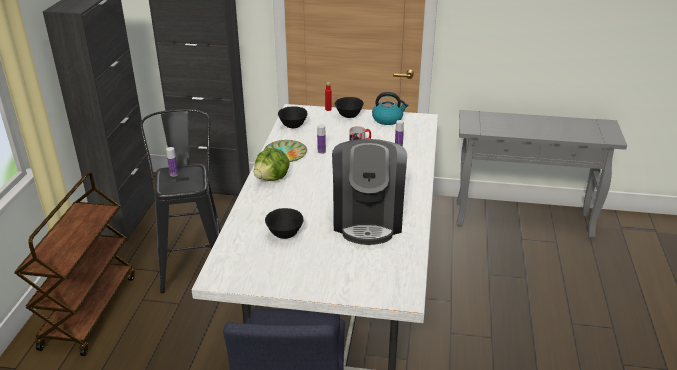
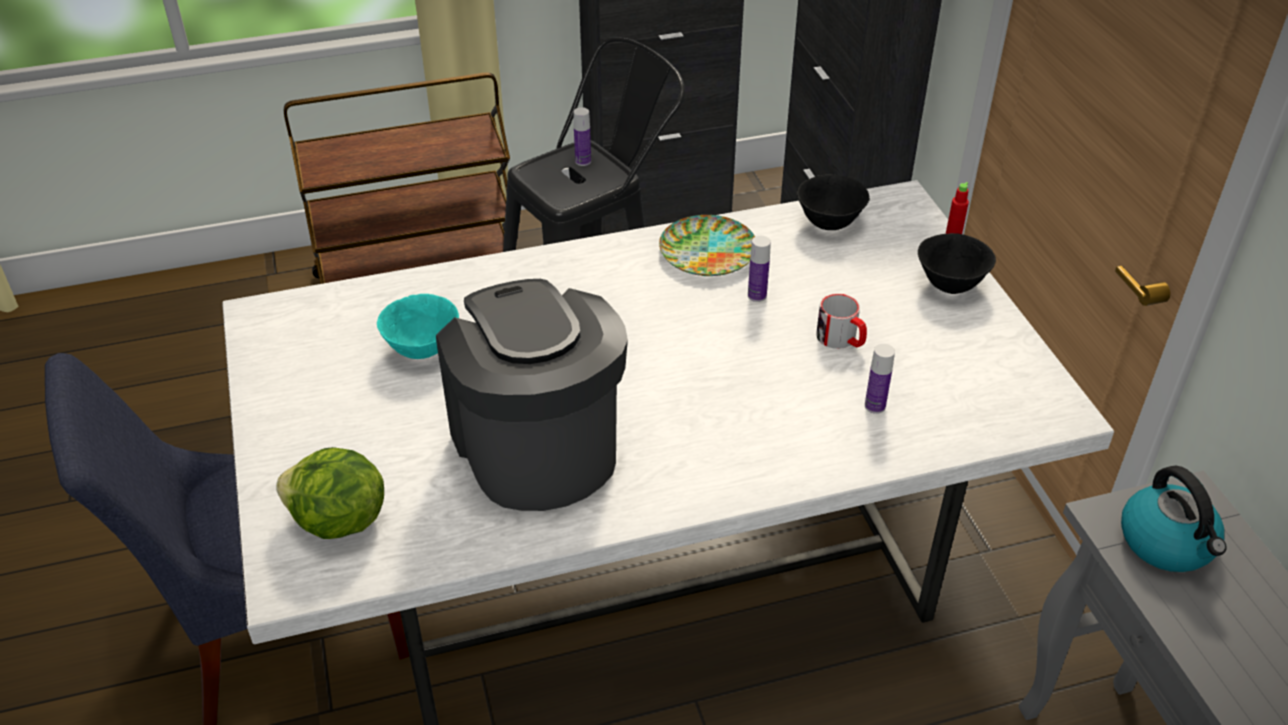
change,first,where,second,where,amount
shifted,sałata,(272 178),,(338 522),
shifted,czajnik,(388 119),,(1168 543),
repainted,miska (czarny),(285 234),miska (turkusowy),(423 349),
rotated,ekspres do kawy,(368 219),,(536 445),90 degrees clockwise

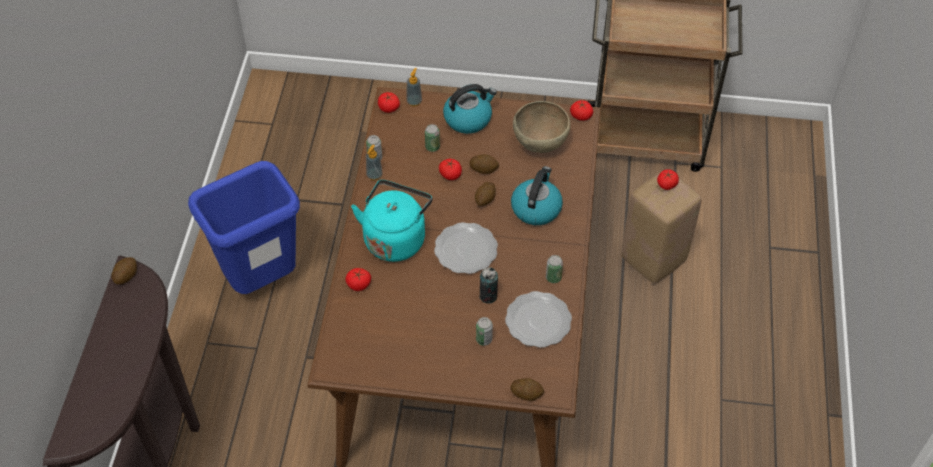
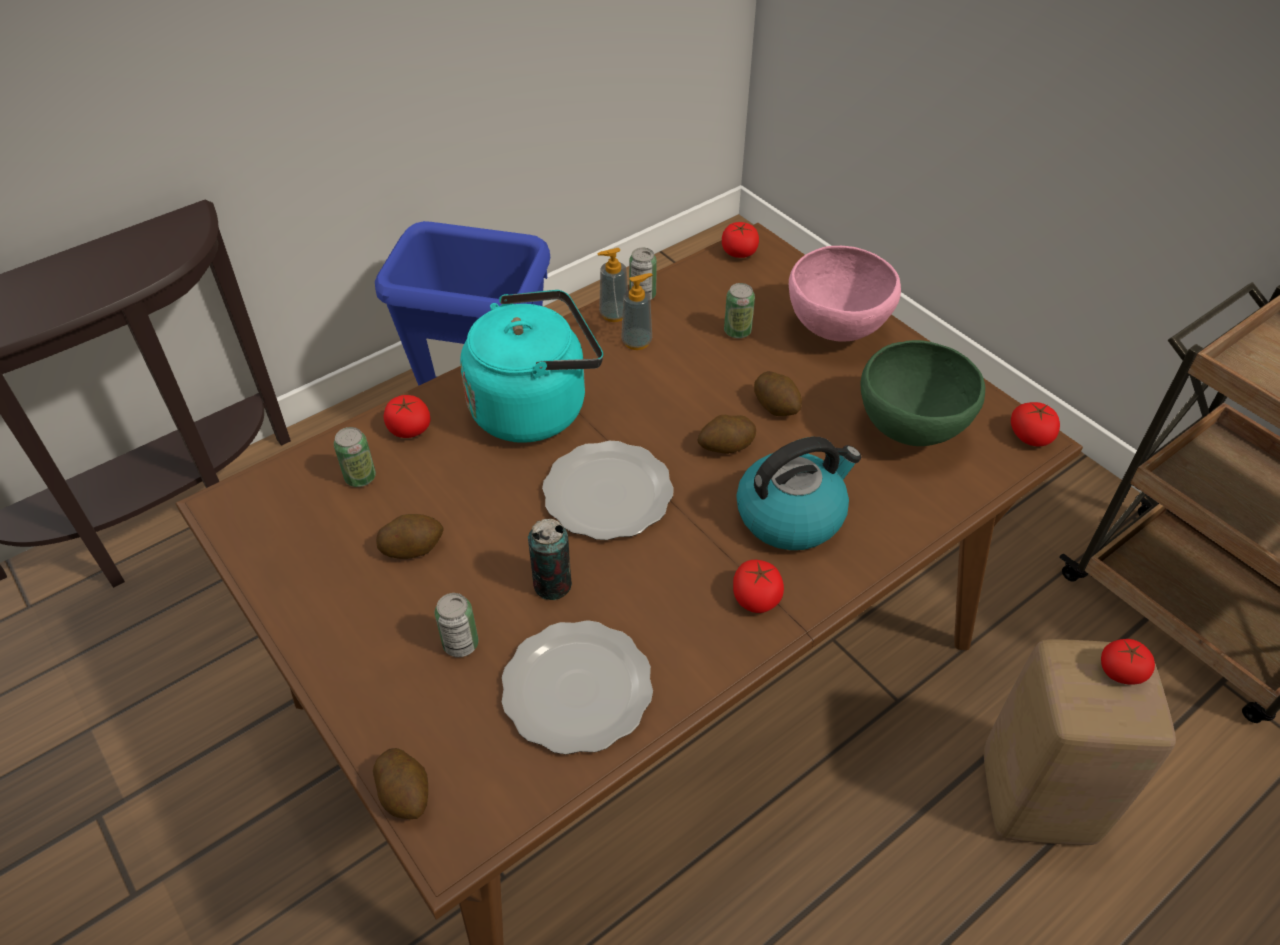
change,first,where,second,where,amount
shifted,ziemniak,(126 275),,(412 547),
shifted,dozownik mydła,(414 101),,(637 342),
shifted,pomidor,(450 174),,(756 597),
shifted,puszka,(553 277),,(360 477),
swapped,czajnik,(468 118),miska (różowy),(836 329),
repainted,miska (brązowy),(540 144),miska (zielony),(910 430),

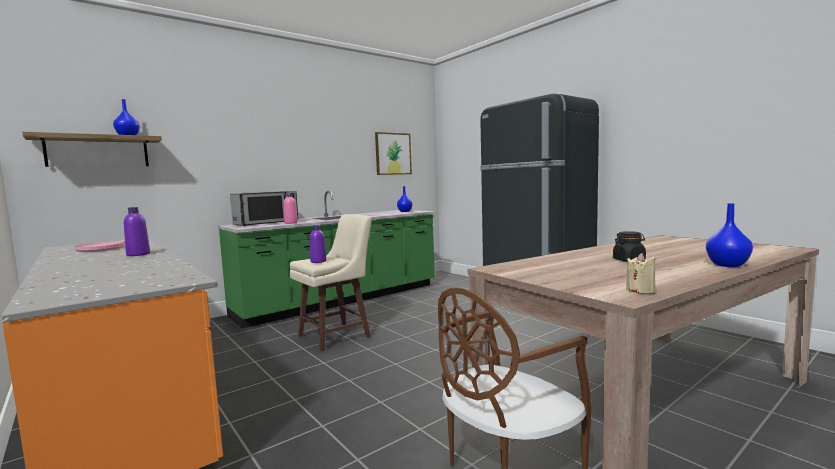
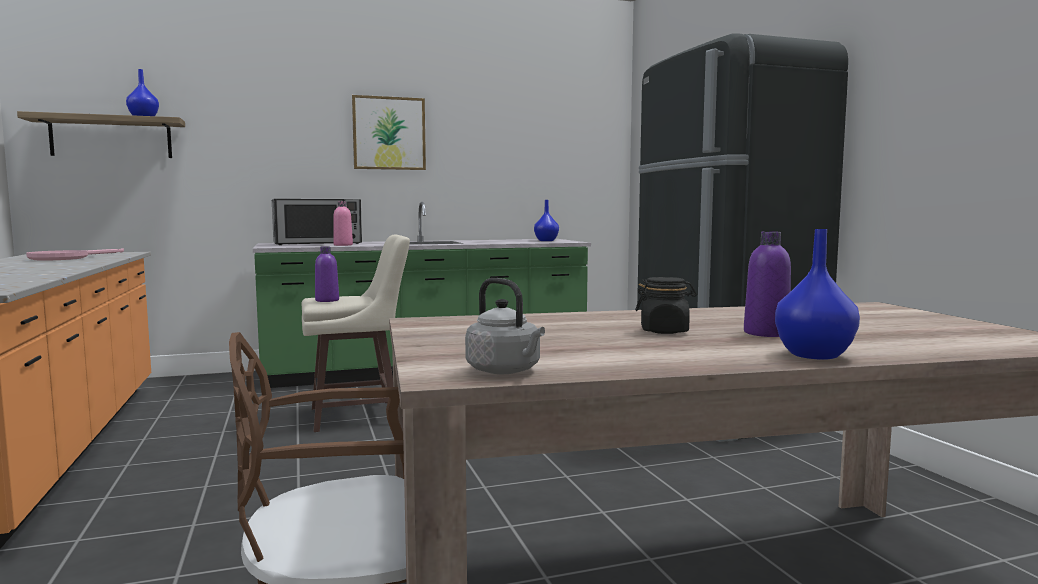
change,first,where,second,where,amount
shifted,butelka (fioletowy),(138 254),,(766 333),
shifted,obraz,(393 154),,(389 133),
swapped,świeca (beżowy),(640 290),czajnik (szary),(506 371),

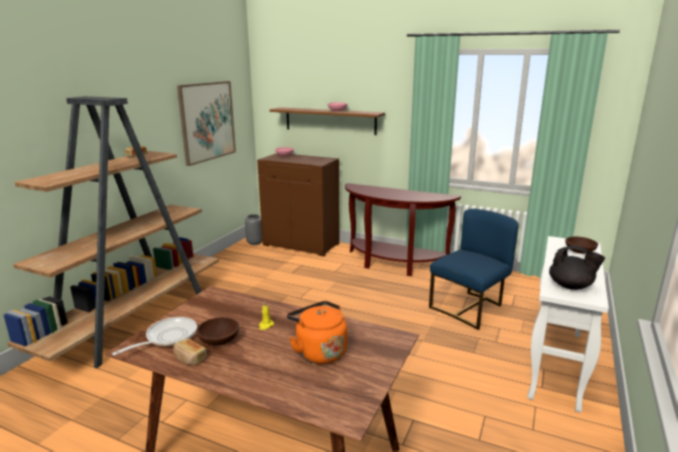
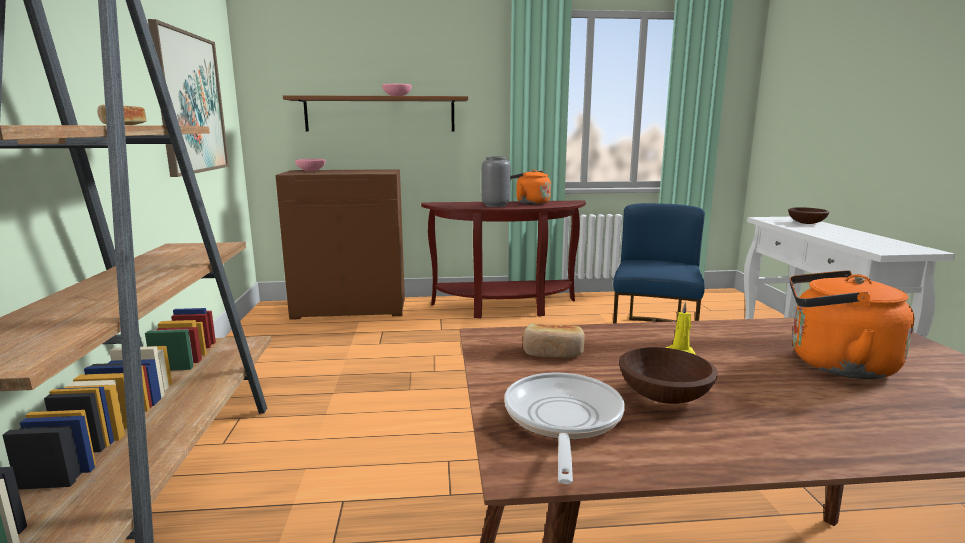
change,first,where,second,where,amount
gone,imbryk (czarny),(571 286),,,
new,,,czajnik (pomarańczowy),(530 203),
shifted,chleb,(189 358),,(553 353),
shifted,wazon (szary),(255 243),,(496 205),

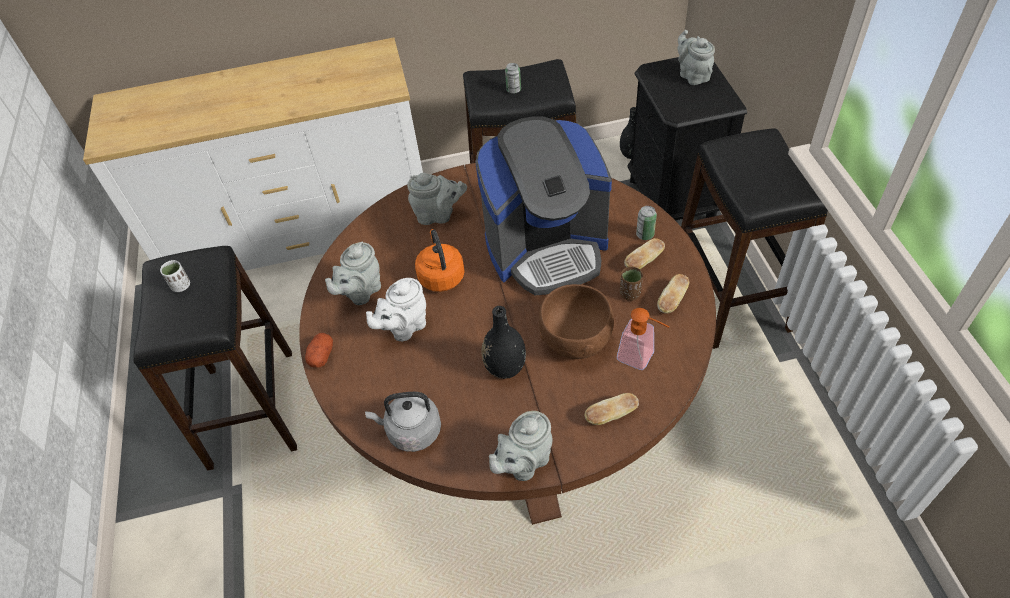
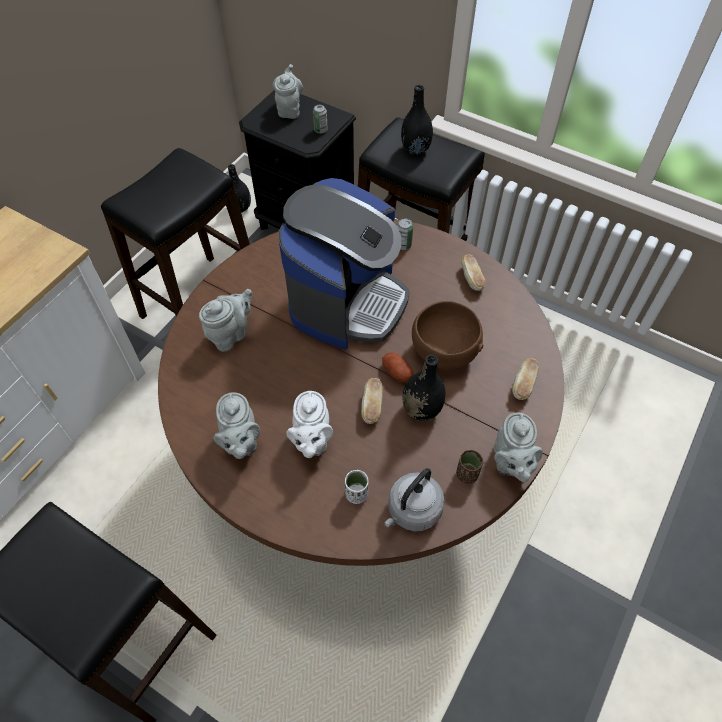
change,first,where,second,where,amount
gone,czajnik (pomarańczowy),(441 275),,,
gone,dozownik mydła,(641 358),,,
new,,,wazon (czarny),(415 149),
shifted,filiżanka (biały),(181 286),,(356 494),
shifted,ziemniak,(321 355),,(397 372),
shifted,puszka,(513 90),,(320 130),
shifted,filiżanka (brązowy),(630 294),,(467 474),
shifted,chleb,(644 261),,(372 406),
rotated,imbryk (szary),(692 75),,(289 109),75 degrees clockwise

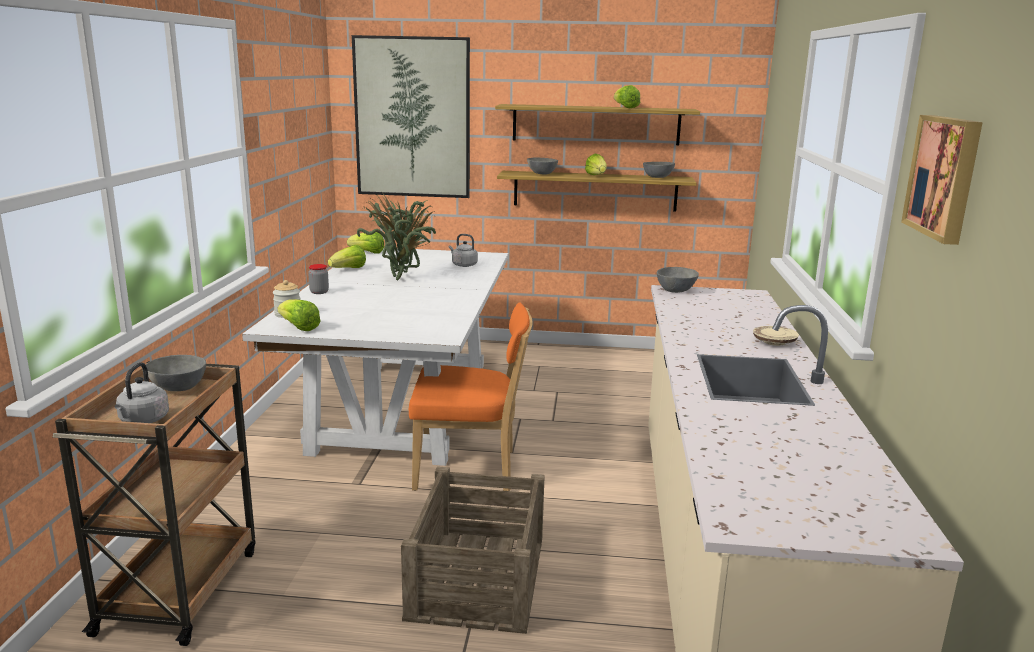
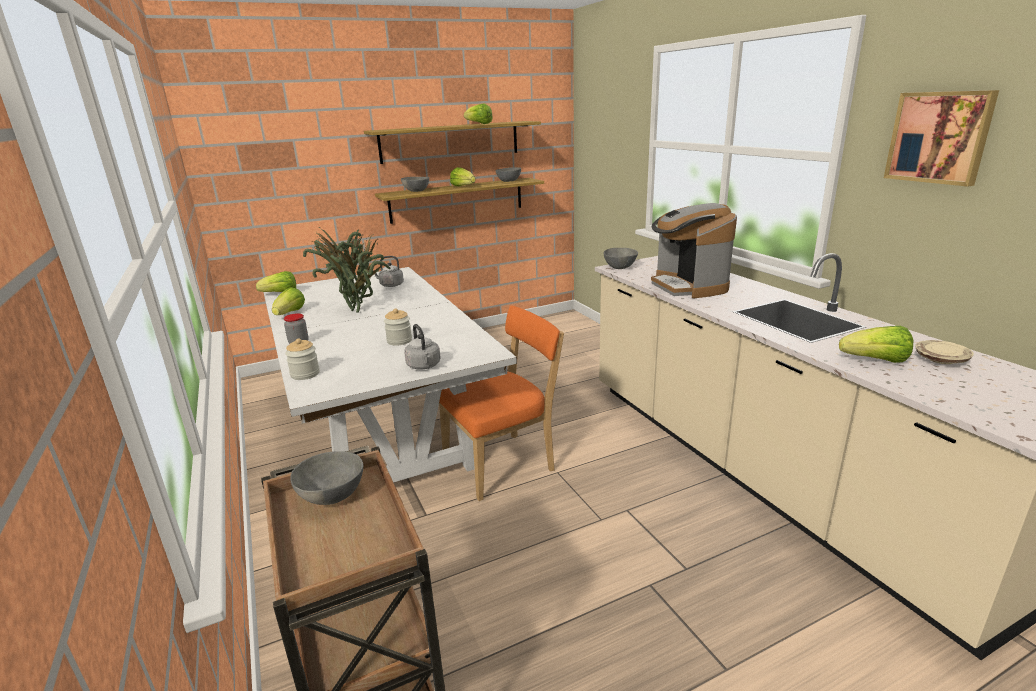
change,first,where,second,where,amount
gone,obraz,(412 118),,,
gone,skrzynka,(479 577),,,
new,,,słoik,(399 341),
new,,,ekspres do kawy,(688 286),
shifted,czajnik (szary),(143 421),,(424 366),
shifted,sałata,(299 327),,(876 361),
shifted,talerz (beżowy),(774 342),,(941 359),

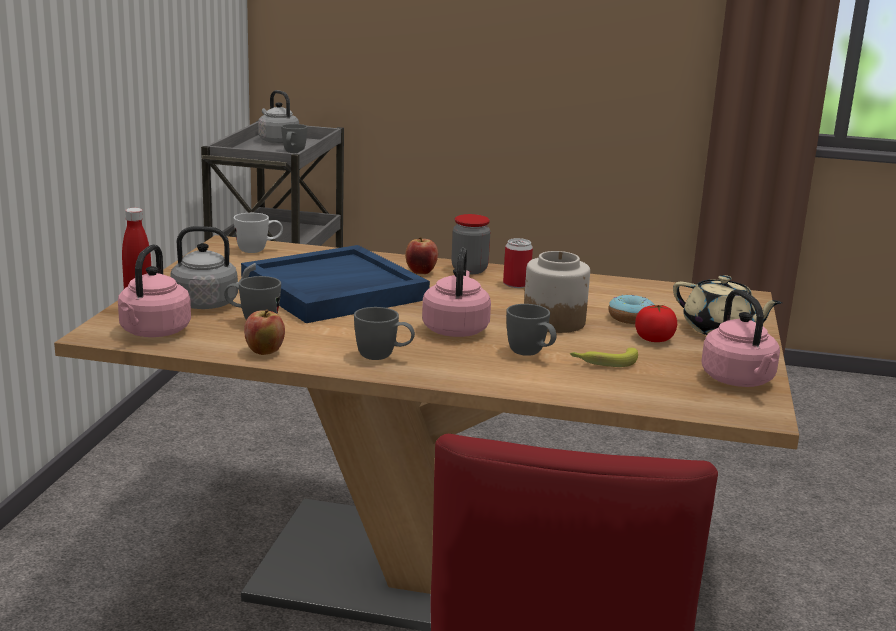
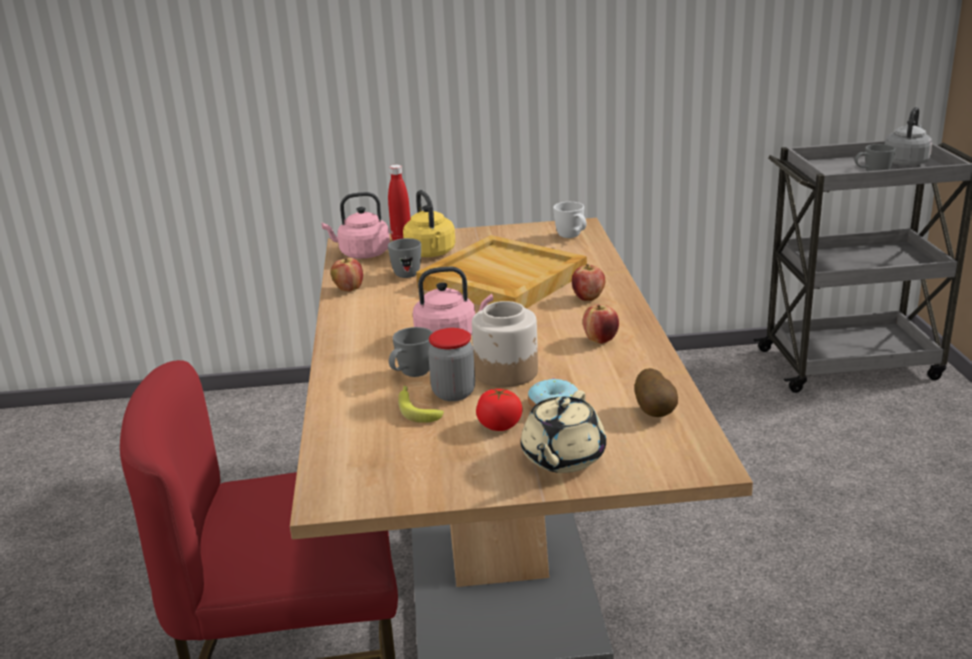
change,first,where,second,where,amount
gone,kubek (szary),(383 357),,,
gone,czajnik (różowy),(739 381),,,
new,,,ziemniak,(656 412),
shifted,słoik,(469 270),,(453 393),
swapped,puszka,(516 284),jabłko,(600 340),
repainted,czajnik (szary),(209 304),czajnik (żółty),(431 253),
repainted,taca (niebieski),(333 291),taca (beżowy),(501 280),

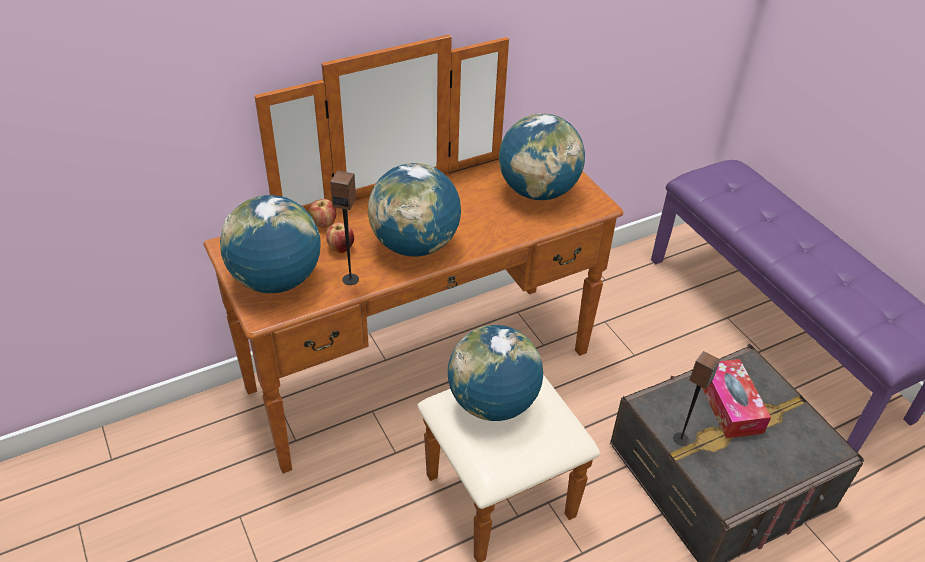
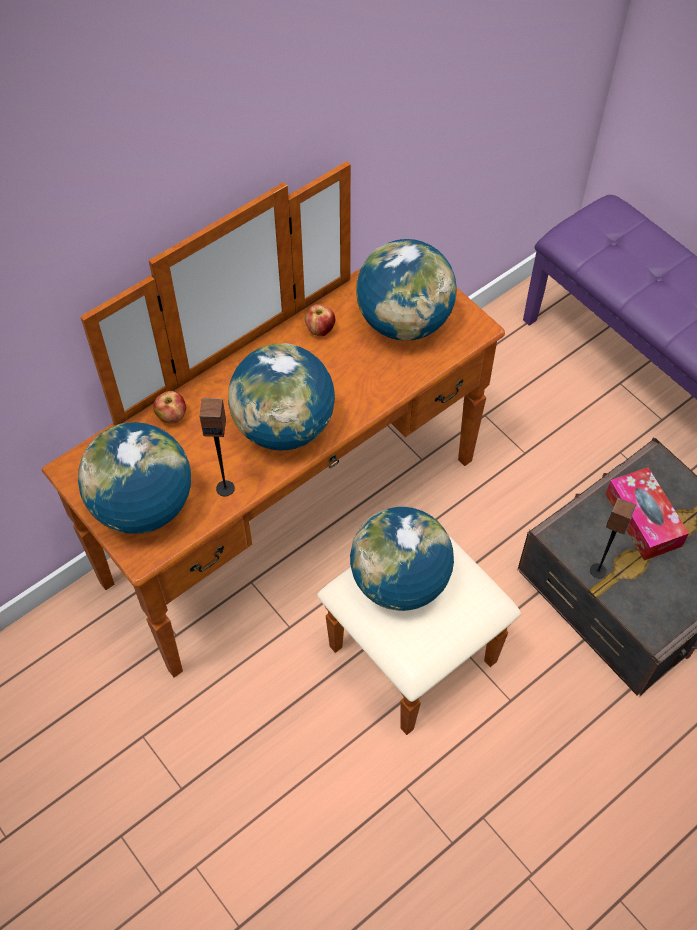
change,first,where,second,where,amount
shifted,jabłko,(341 248),,(320 330),

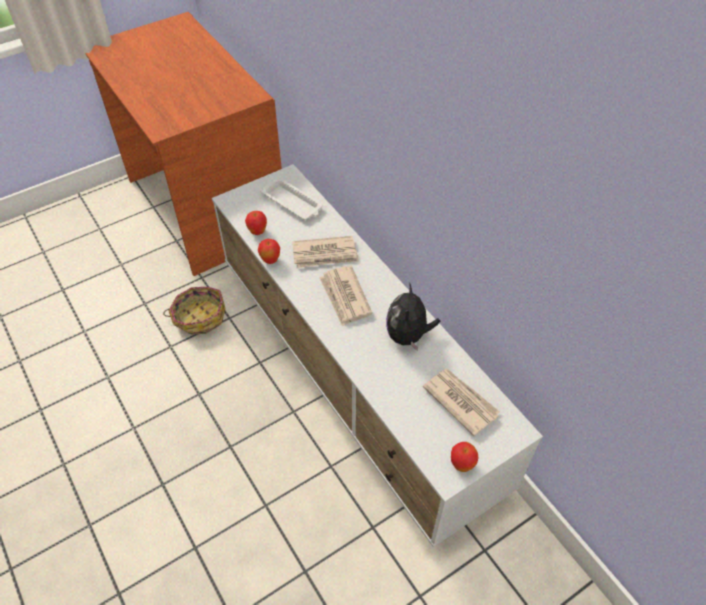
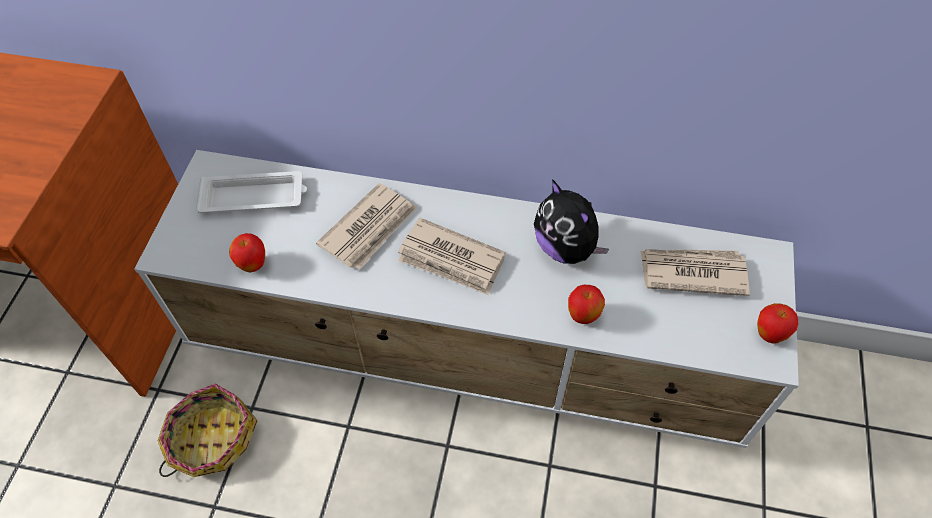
change,first,where,second,where,amount
shifted,jabłko,(270 260),,(582 316),

